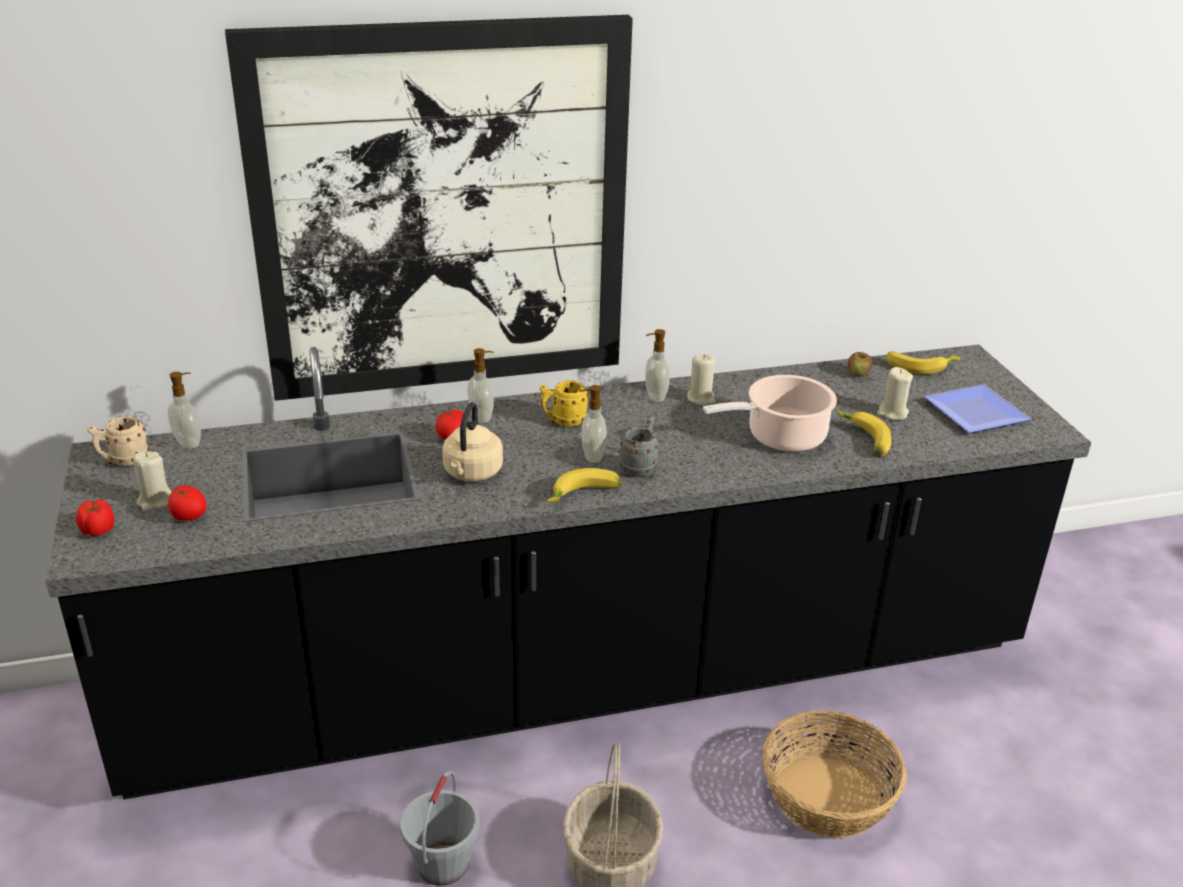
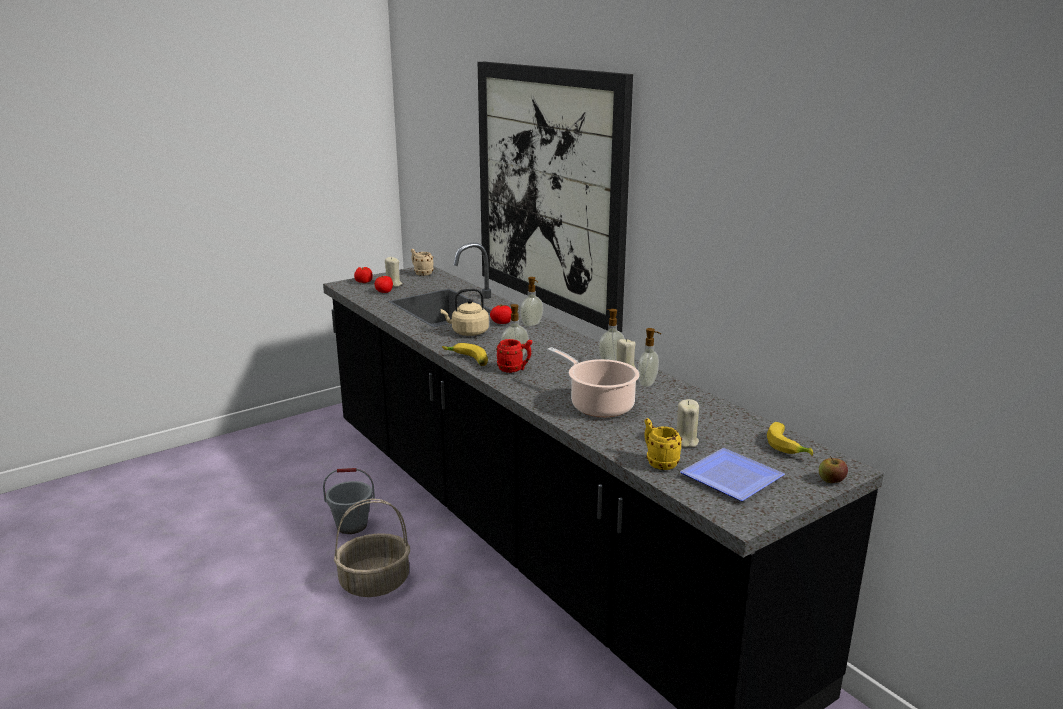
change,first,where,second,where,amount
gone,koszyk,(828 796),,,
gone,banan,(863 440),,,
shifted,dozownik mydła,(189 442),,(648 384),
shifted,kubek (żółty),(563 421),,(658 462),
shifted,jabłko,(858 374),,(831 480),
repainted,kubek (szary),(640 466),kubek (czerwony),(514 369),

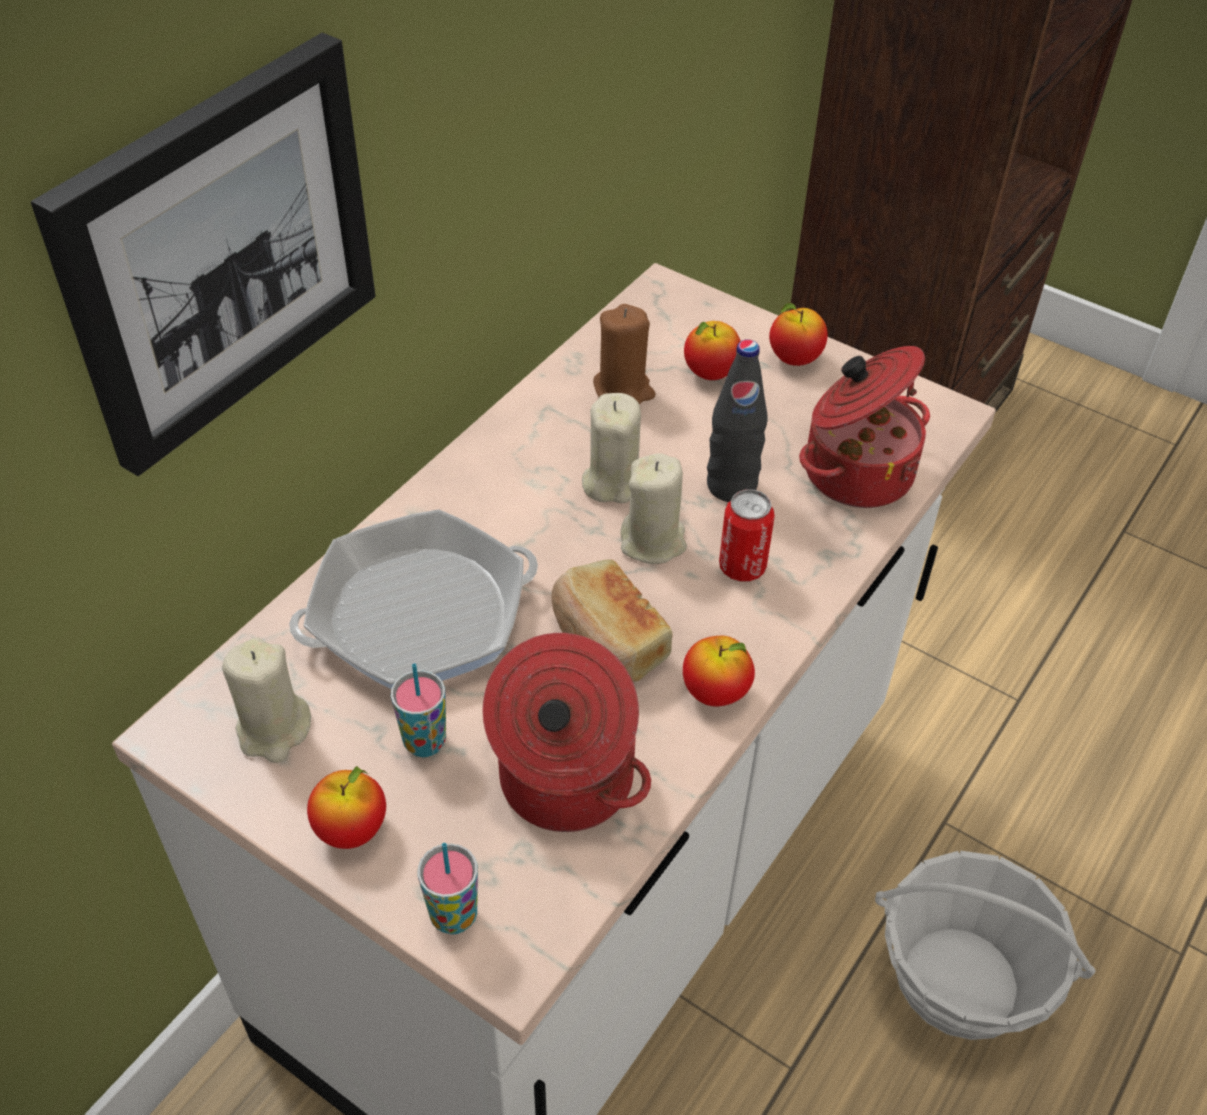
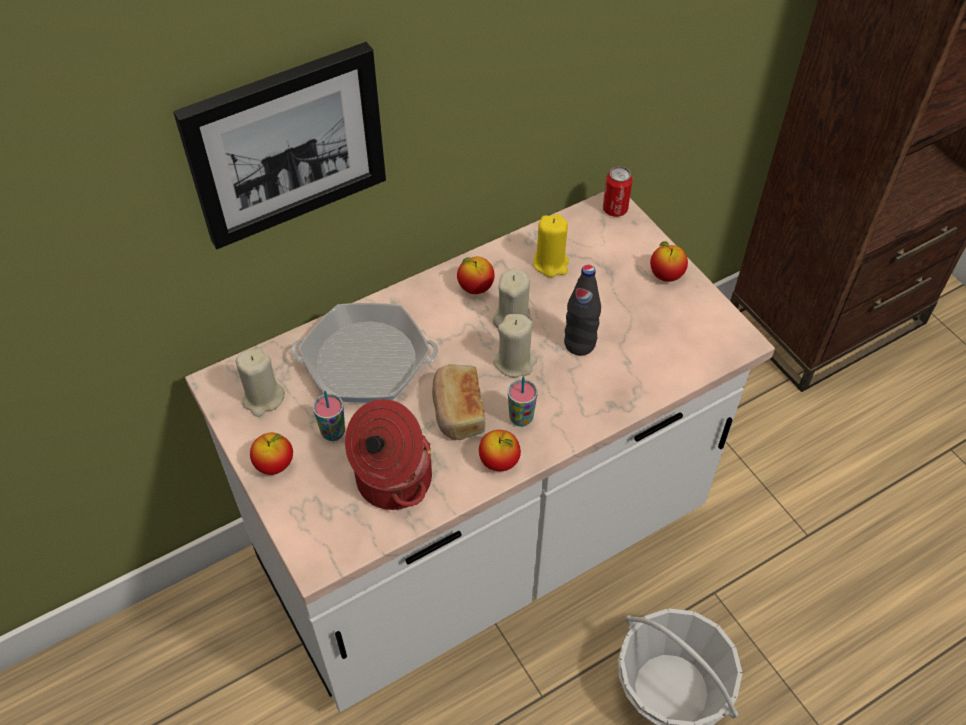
change,first,where,second,where,amount
gone,garnek,(855 470),,,
shifted,filiżanka,(453 916),,(521 418),
shifted,jabłko,(710 373),,(475 288),
shifted,puszka,(742 567),,(615 209),
repainted,świeca (brązowy),(623 390),świeca (żółty),(551 263),

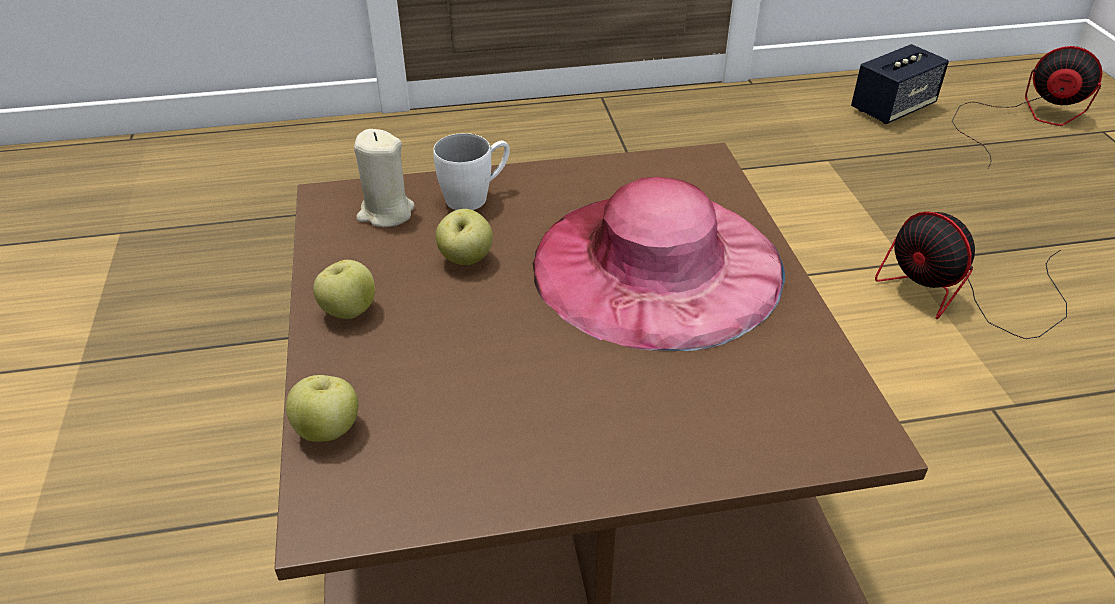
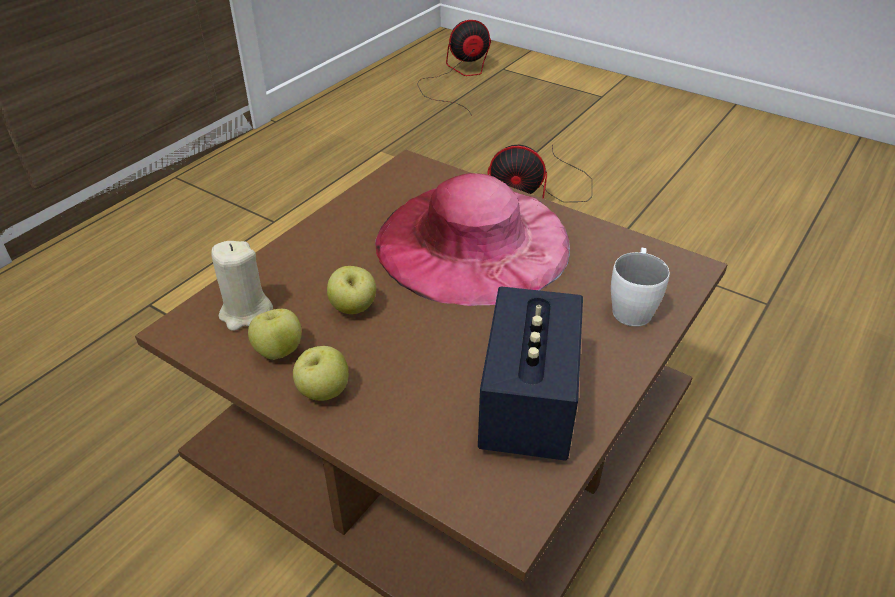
change,first,where,second,where,amount
shifted,jabłko,(328 430),,(279 351),
shifted,kubek (biały),(475 196),,(632 306),
shifted,głośnik,(892 108),,(528 405),

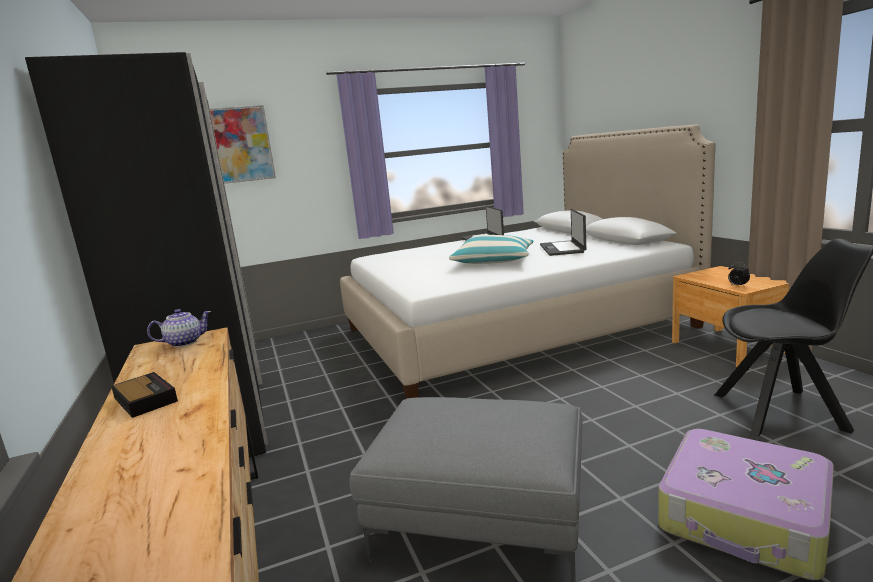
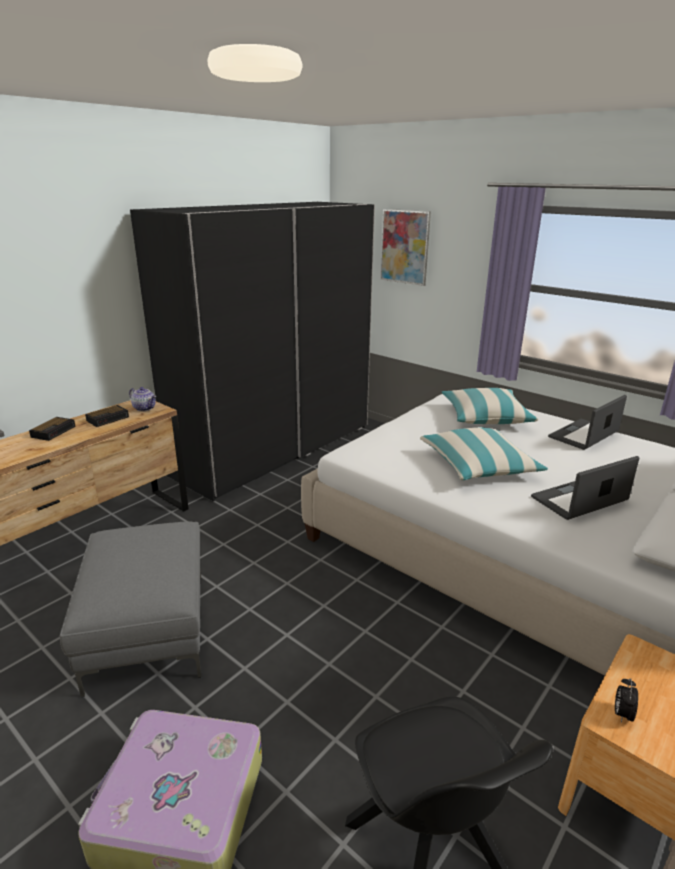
change,first,where,second,where,amount
new,,,budzik,(108 418),
new,,,poduszka,(485 416),

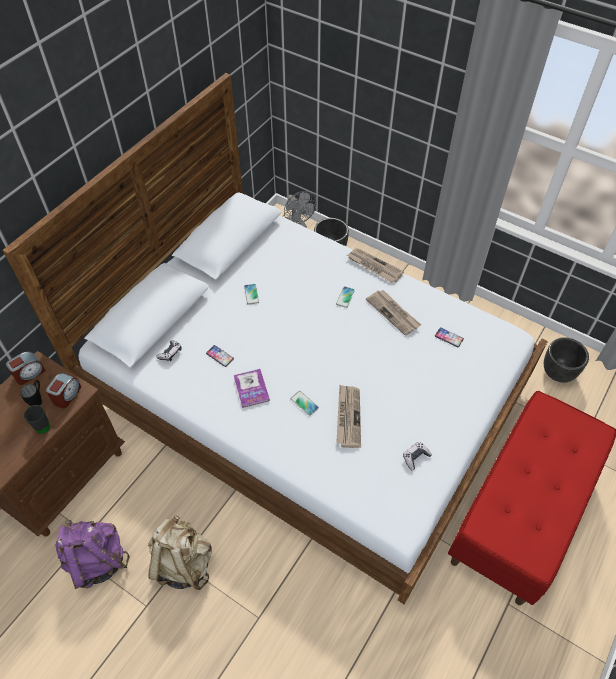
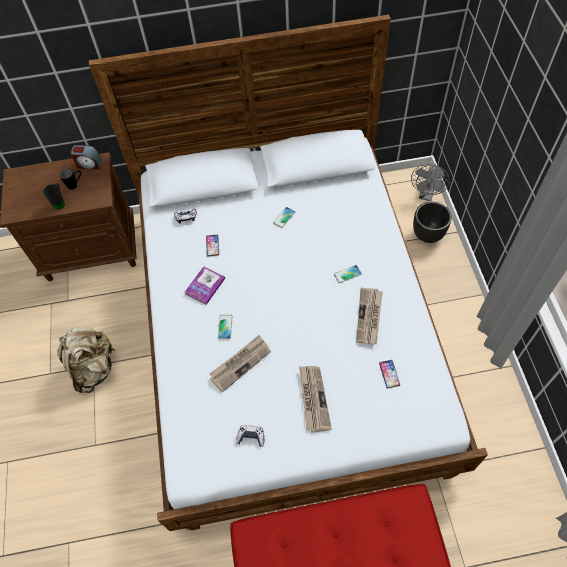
change,first,where,second,where,amount
gone,budzik,(67 395),,,
gone,plecak (fioletowy),(96 560),,,
gone,donica (czarny),(557 373),,,
shifted,gazeta,(374 266),,(313 398),

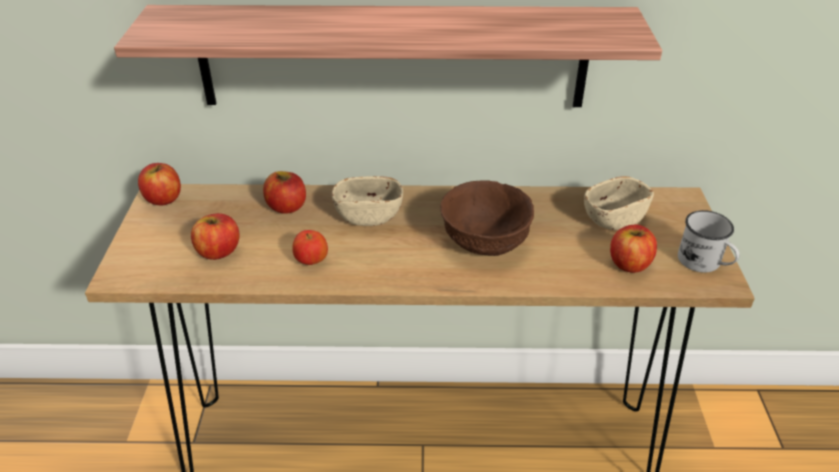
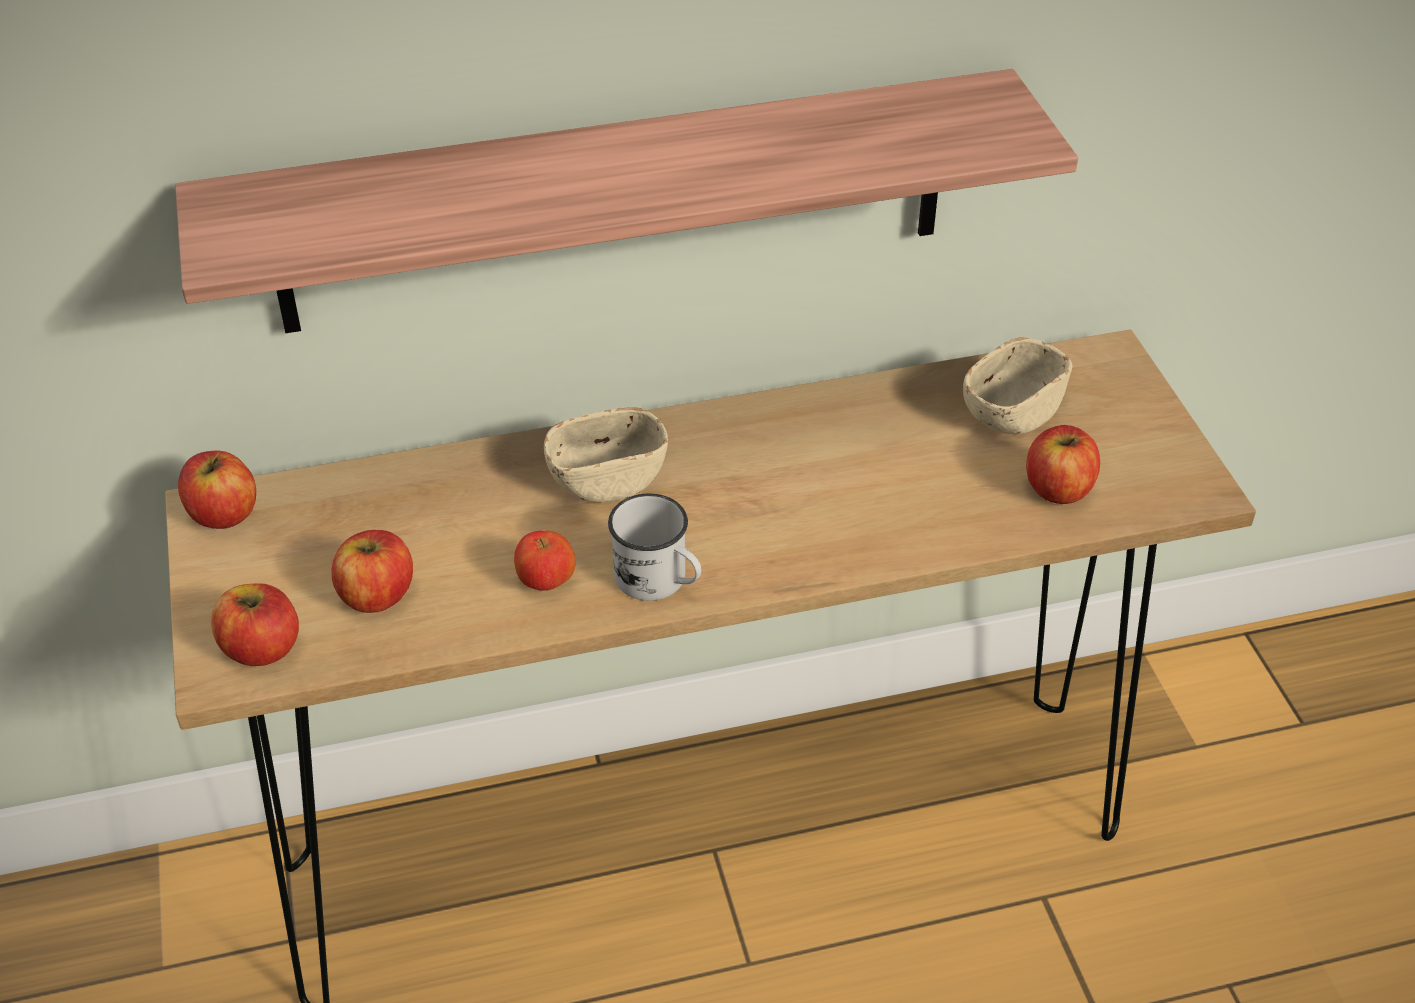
change,first,where,second,where,amount
gone,miska (brązowy),(485 240),,,
shifted,jabłko,(287 207),,(262 648),
shifted,kubek (biały),(704 263),,(659 581),

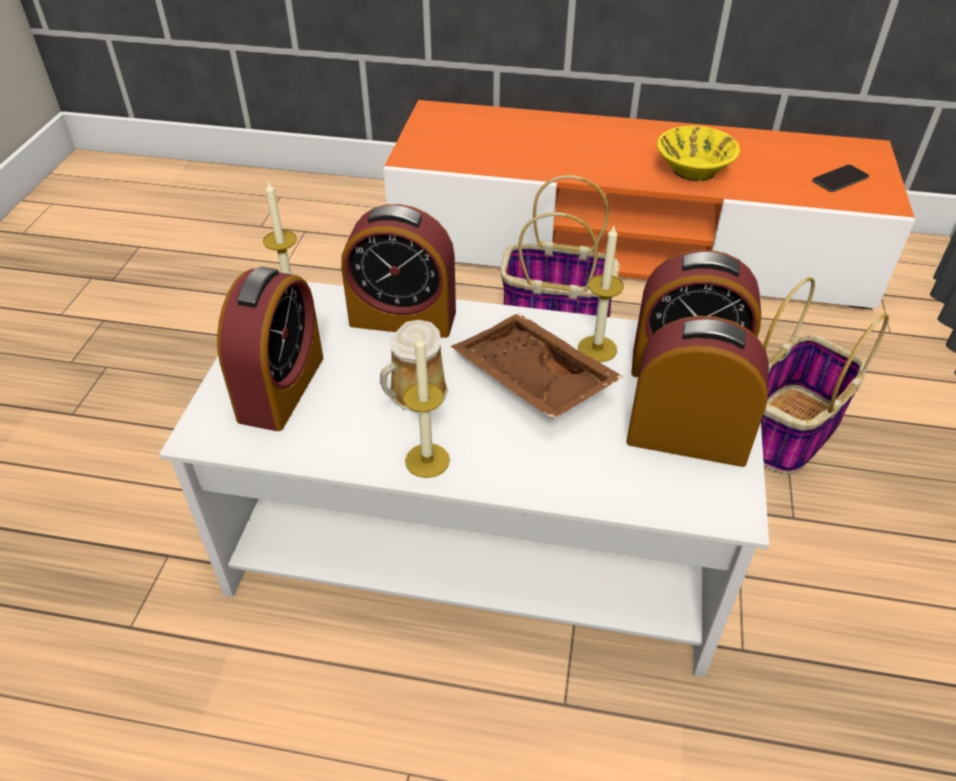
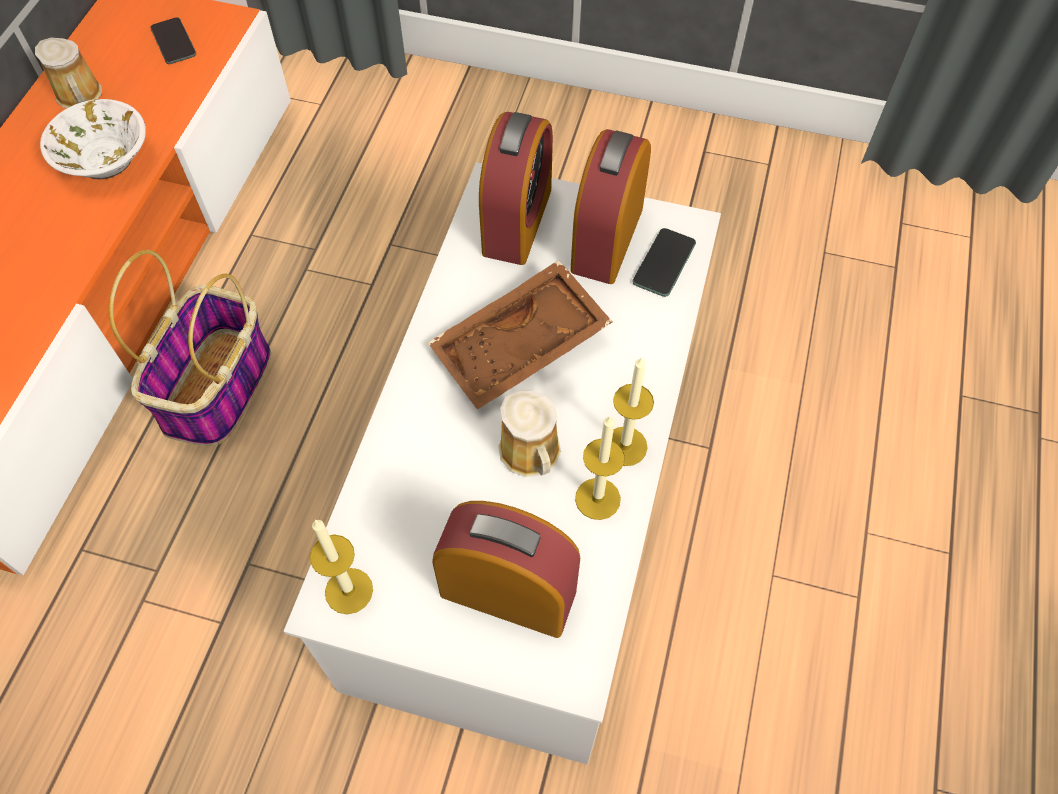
change,first,where,second,where,amount
gone,budzik,(403 318),,,
gone,koszyk,(787 431),,,
new,,,kubek,(80 97),
new,,,telefon,(664 263),
shifted,świeca,(597 349),,(597 498),
repainted,miska (żółty),(693 170),miska (biały),(105 161),

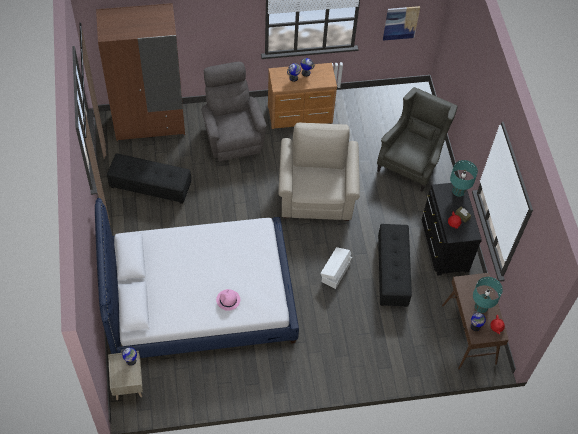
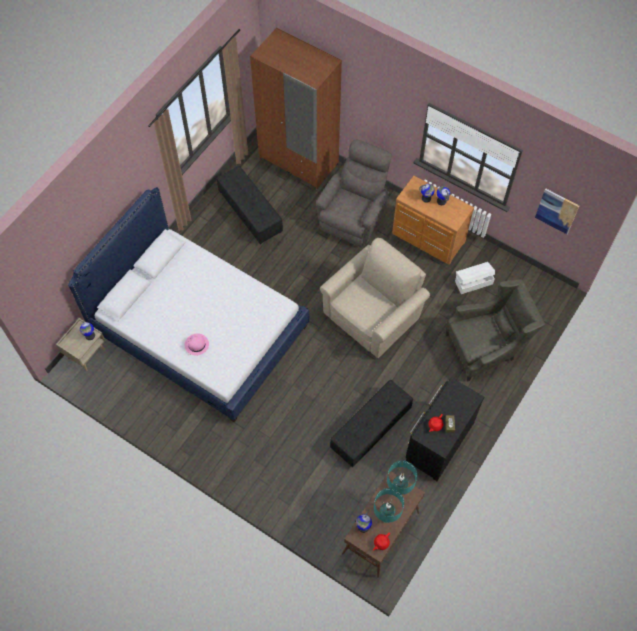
change,first,where,second,where,amount
shifted,pojemnik do przechowywania (biały),(335 272),,(473 282),
shifted,lampa stołowa (turkusowy),(458 191),,(399 488),

